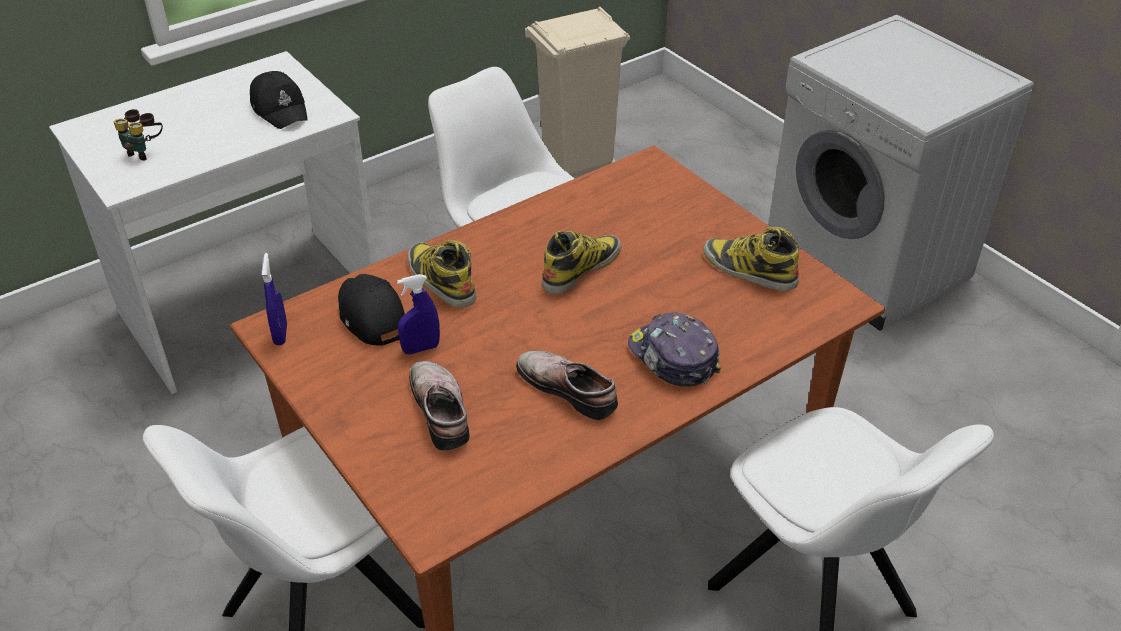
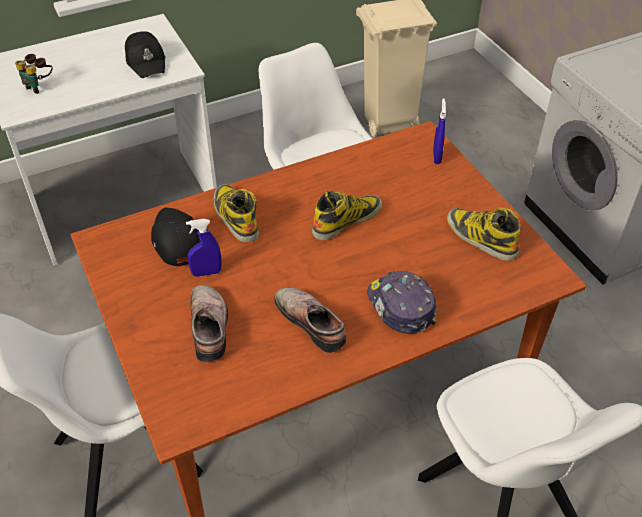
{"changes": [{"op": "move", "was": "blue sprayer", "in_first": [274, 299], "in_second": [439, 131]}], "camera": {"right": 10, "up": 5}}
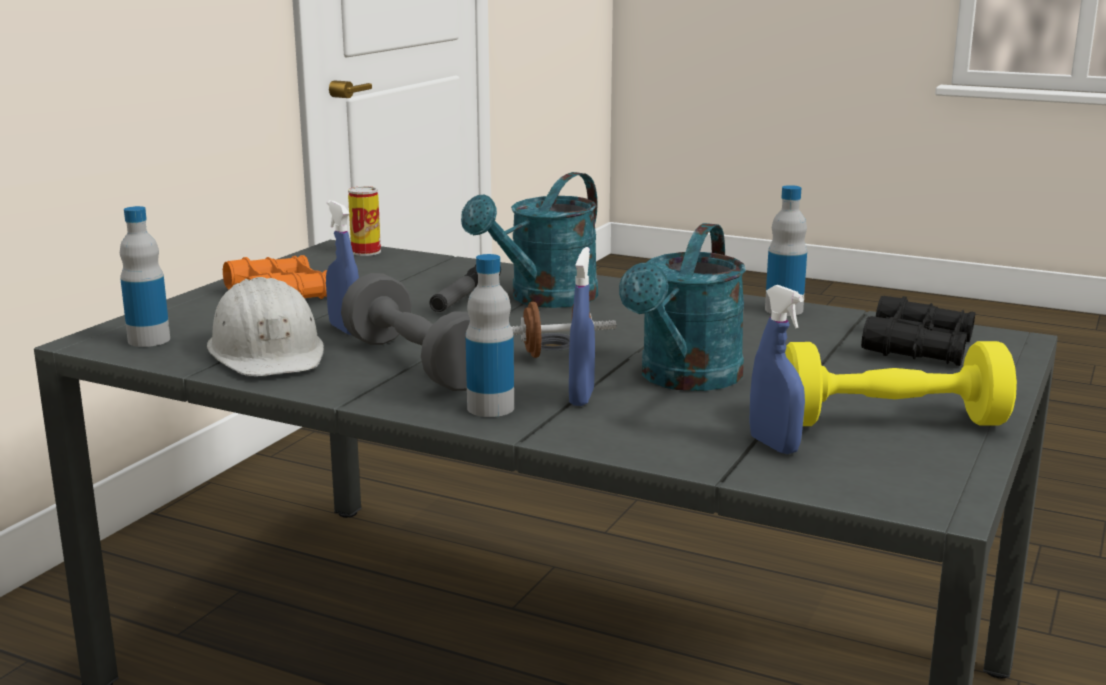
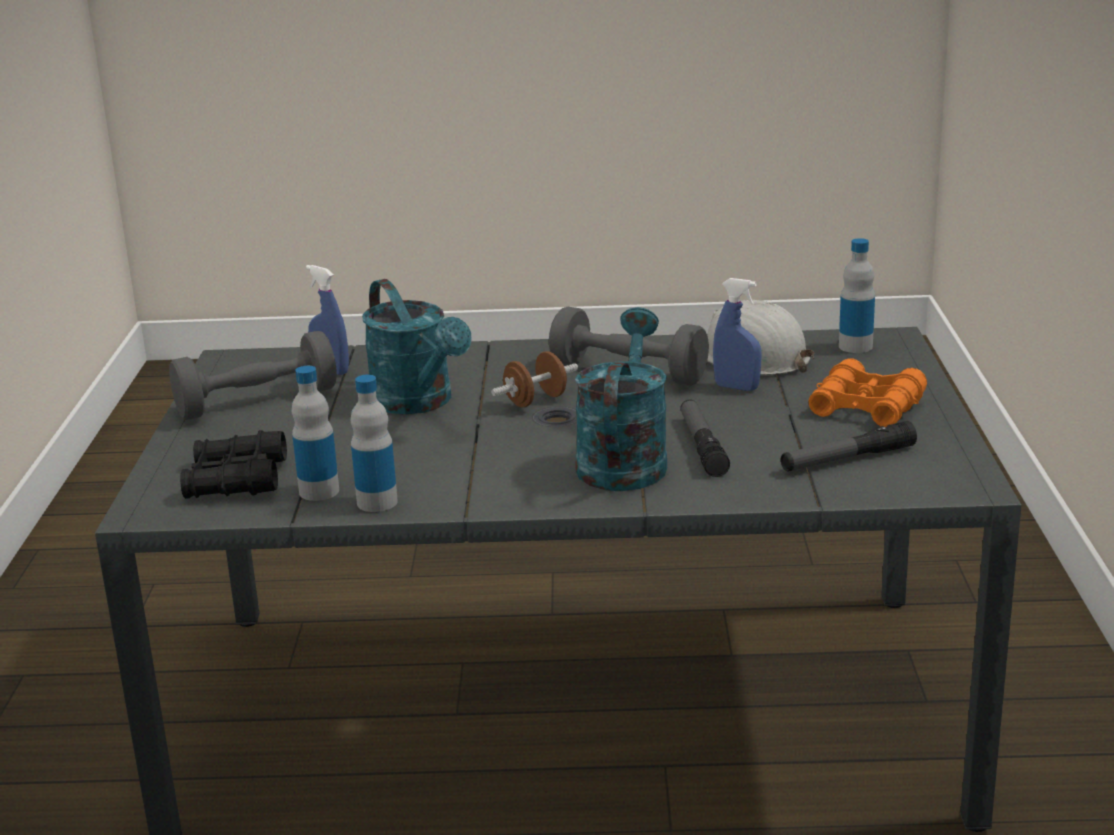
{"changes": [{"op": "delete", "was": "sealed can", "in_first": [364, 221]}, {"op": "delete", "was": "blue sprayer", "in_first": [582, 326]}, {"op": "insert", "now": "flashlight", "in_second": [849, 446]}, {"op": "move", "was": "beverage bottle", "in_first": [490, 335], "in_second": [315, 433]}, {"op": "recolor", "was": "yellow hand weight", "now": "gray hand weight", "in_first": [901, 383], "in_second": [253, 375]}, {"op": "rotate", "was": "blue-green watering can", "in_first": [682, 307], "in_second": [417, 346], "clockwise": 150}], "camera": {"right": 155, "up": 5}}
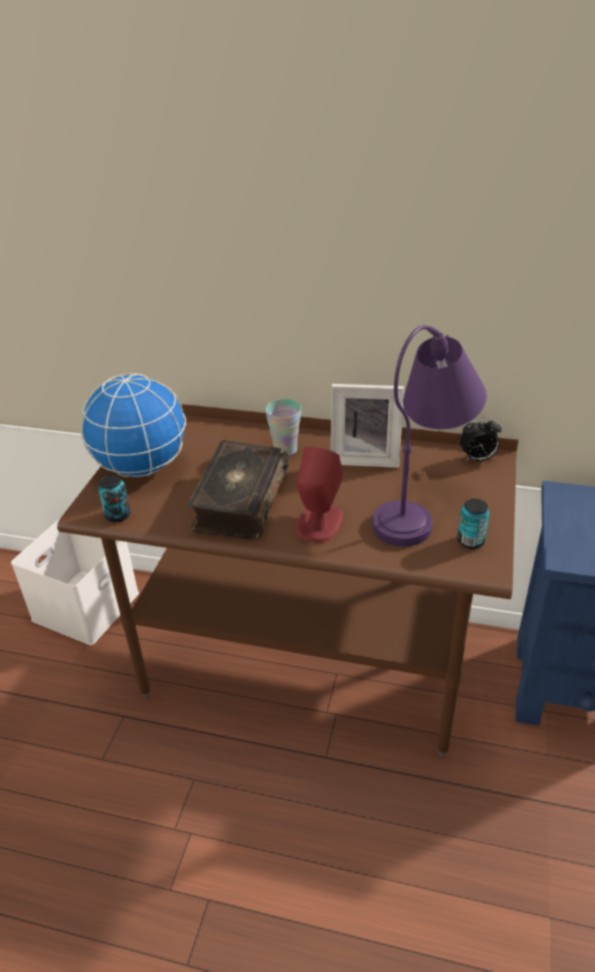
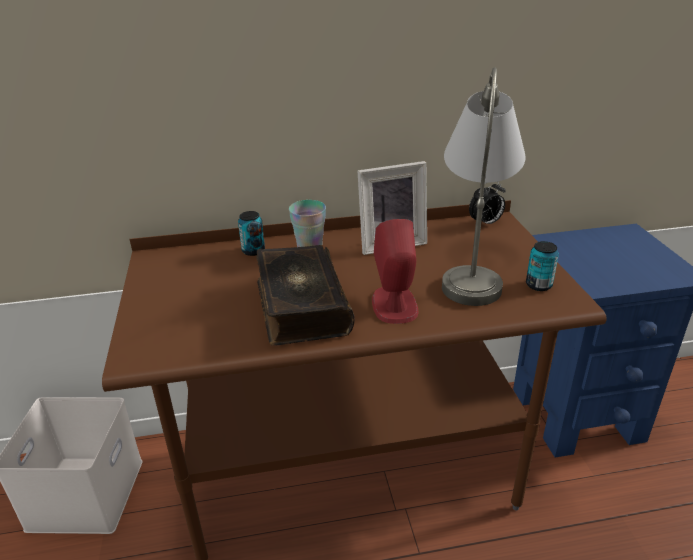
{"changes": [{"op": "delete", "was": "desk globe", "in_first": [133, 425]}, {"op": "move", "was": "sealed can", "in_first": [114, 498], "in_second": [251, 233]}, {"op": "recolor", "was": "purple-coloured tabletop lamp", "now": "gray tabletop lamp", "in_first": [429, 436], "in_second": [484, 187]}], "camera": {"right": -25, "up": -5}}
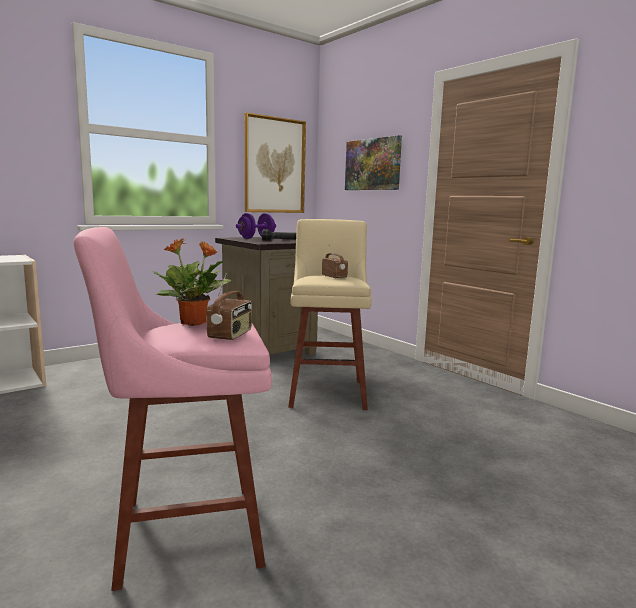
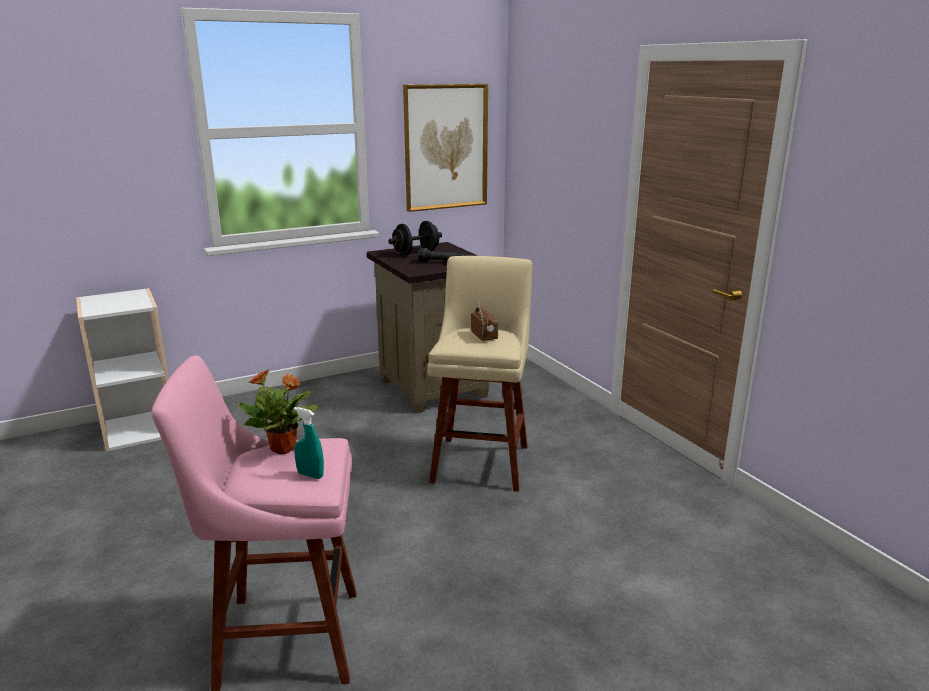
{"changes": [{"op": "delete", "was": "wall art", "in_first": [373, 162]}, {"op": "replace", "was": "radio", "now": "blue-green sprayer", "in_first": [229, 307], "in_second": [309, 443]}, {"op": "recolor", "was": "purple-coloured hand weight", "now": "blackish hand weight", "in_first": [256, 226], "in_second": [415, 238]}], "camera": {"right": 10, "up": 10}}
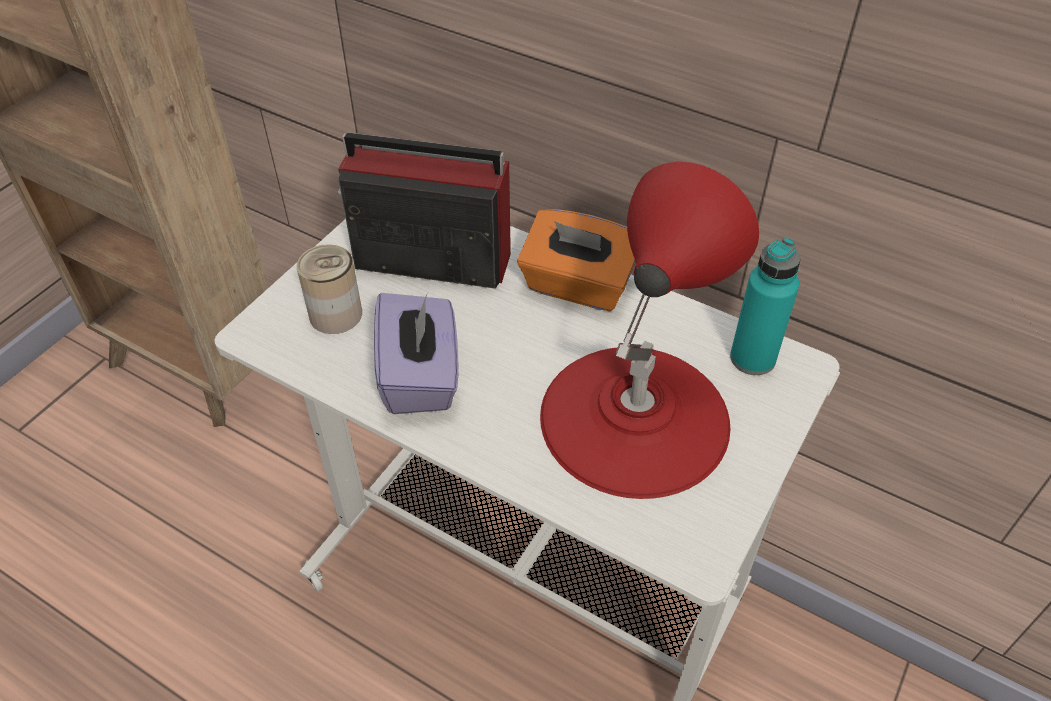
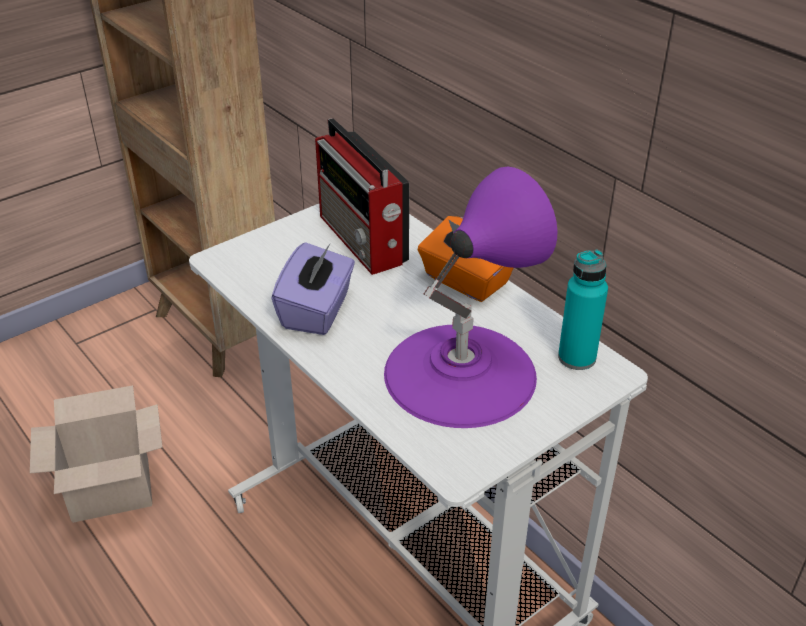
{"changes": [{"op": "delete", "was": "sealed can", "in_first": [329, 289]}, {"op": "insert", "now": "packing box", "in_second": [96, 454]}, {"op": "recolor", "was": "red-coloured tabletop lamp", "now": "purple-coloured tabletop lamp", "in_first": [649, 330], "in_second": [471, 297]}, {"op": "rotate", "was": "radio", "in_first": [424, 211], "in_second": [362, 196], "clockwise": -150}], "camera": {"right": 20, "up": -10}}
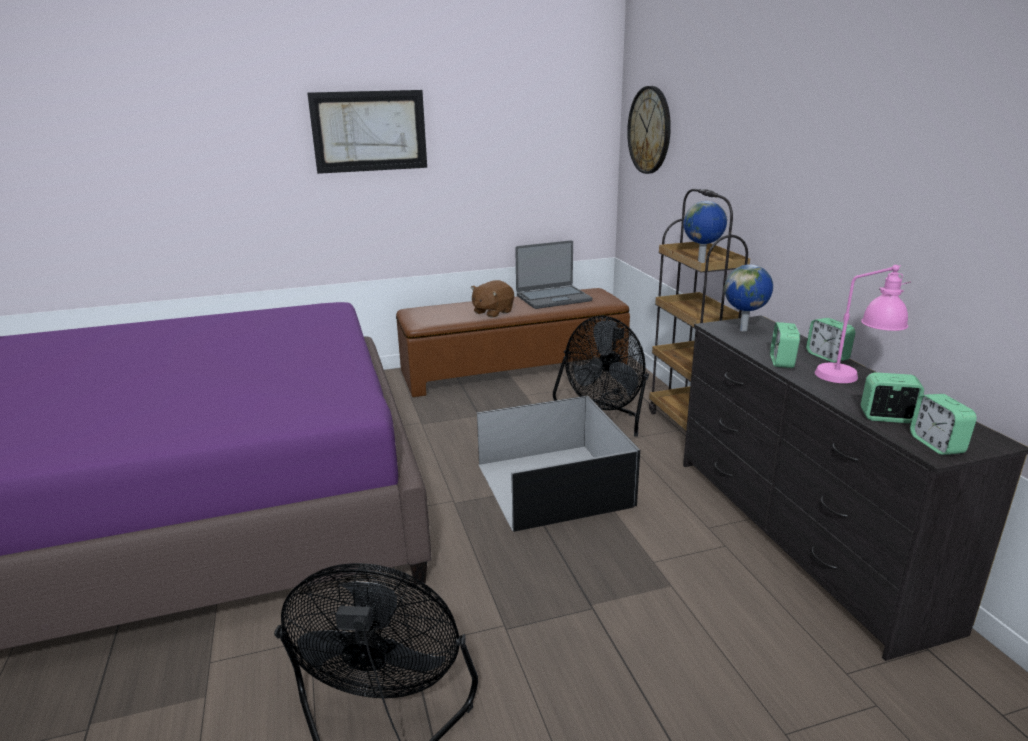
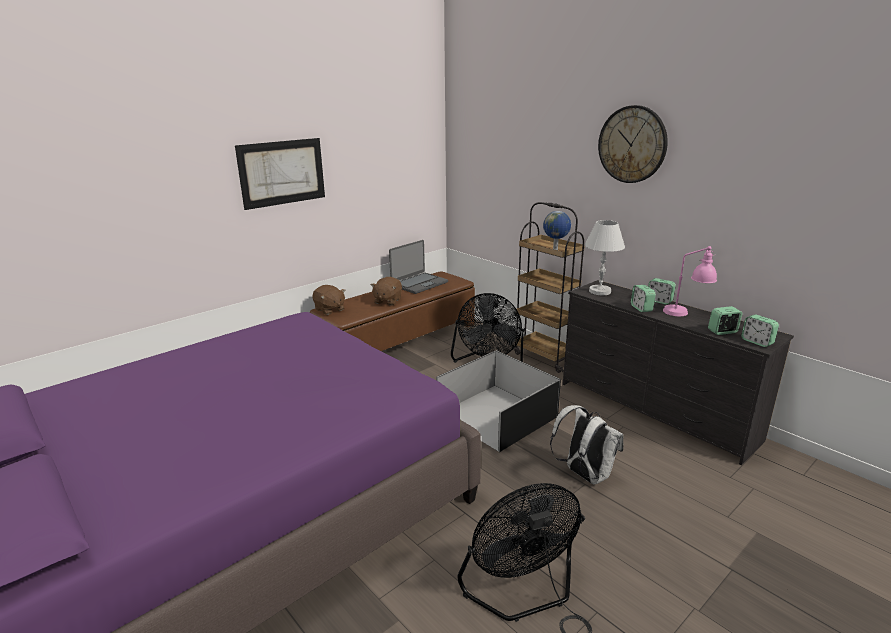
{"changes": [{"op": "insert", "now": "brown-coloured soft toy", "in_second": [328, 300]}, {"op": "insert", "now": "white-coloured backpack", "in_second": [587, 445]}, {"op": "move", "was": "clock on the wall", "in_first": [649, 130], "in_second": [633, 144]}, {"op": "replace", "was": "desk globe", "now": "white-coloured tabletop lamp", "in_first": [748, 297], "in_second": [605, 257]}], "camera": {"right": -25, "up": 0}}
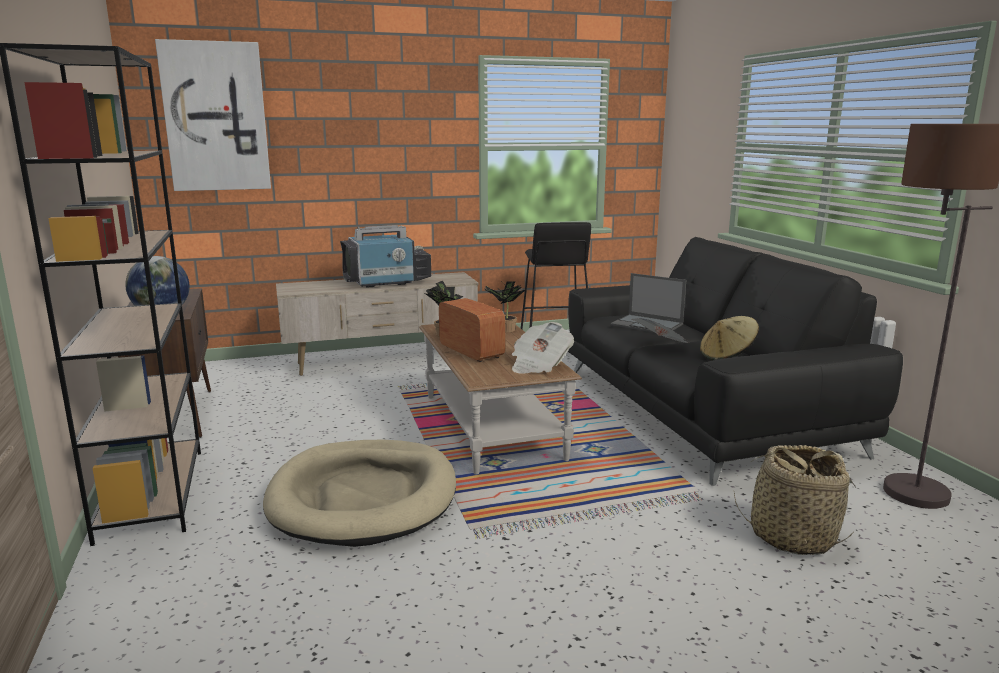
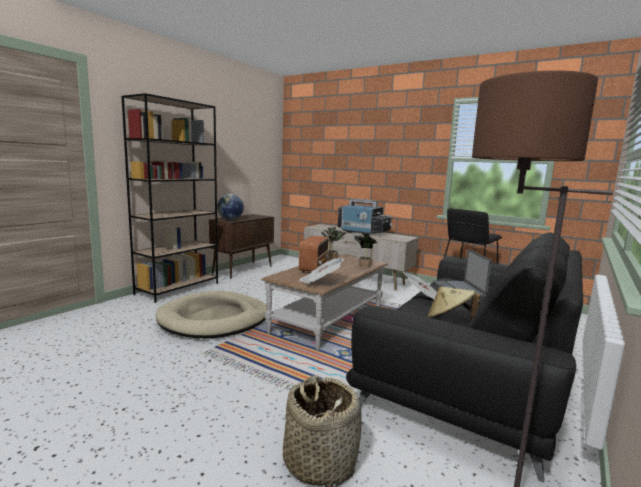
{"changes": [{"op": "delete", "was": "wall art", "in_first": [213, 115]}], "camera": {"right": 50, "up": -5}}
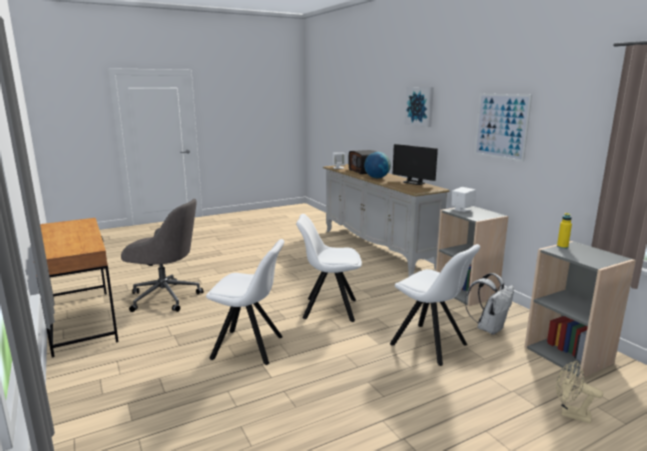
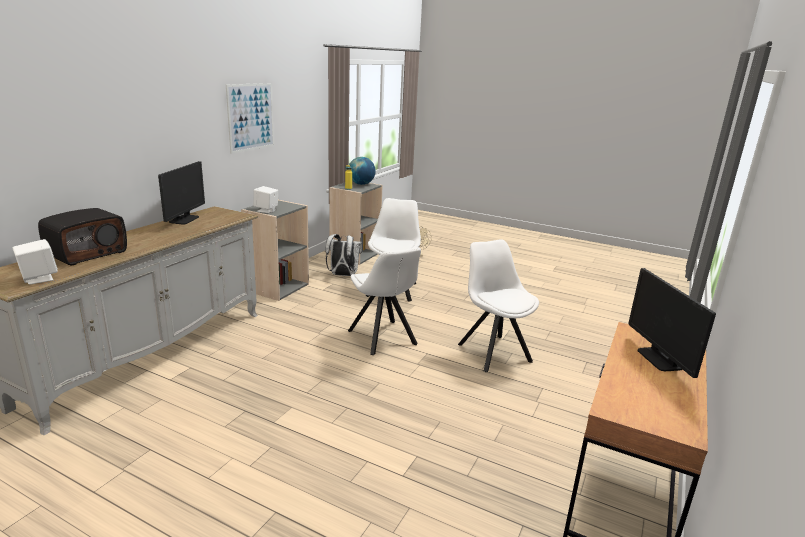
{"changes": [{"op": "delete", "was": "gray office chair", "in_first": [162, 255]}, {"op": "delete", "was": "wall art", "in_first": [419, 107]}, {"op": "insert", "now": "monitor", "in_second": [672, 323]}, {"op": "move", "was": "desk globe", "in_first": [377, 165], "in_second": [362, 171]}], "camera": {"right": -125, "up": 5}}
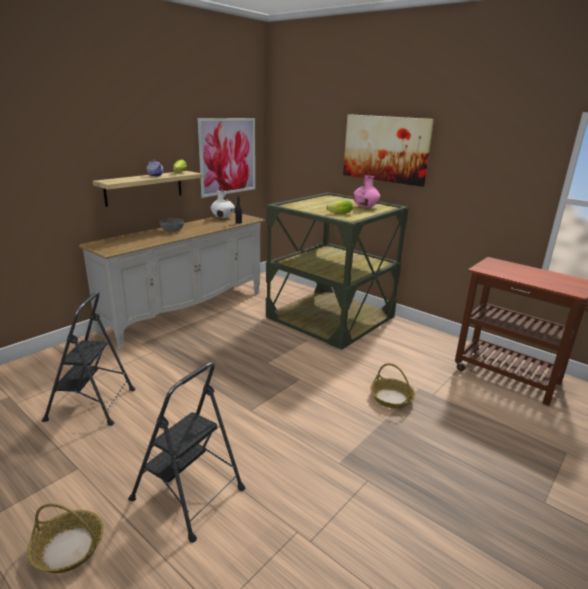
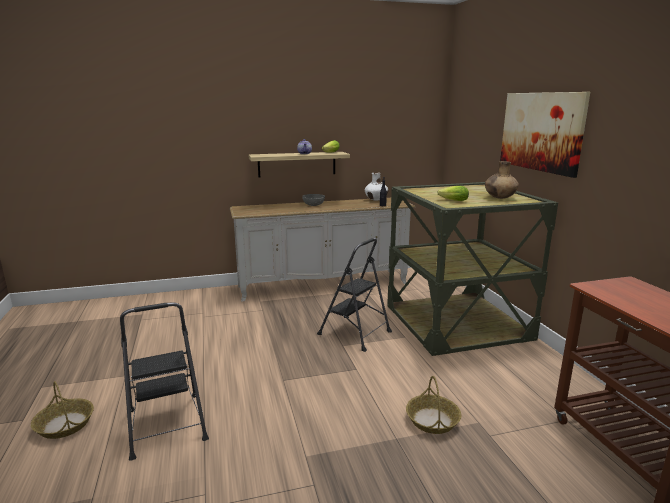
{"changes": [{"op": "delete", "was": "wall art", "in_first": [226, 158]}, {"op": "move", "was": "blackish step ladder", "in_first": [89, 358], "in_second": [354, 295]}, {"op": "recolor", "was": "pink decorative vase", "now": "brown-coloured decorative vase", "in_first": [366, 191], "in_second": [502, 180]}], "camera": {"right": 35, "up": -5}}
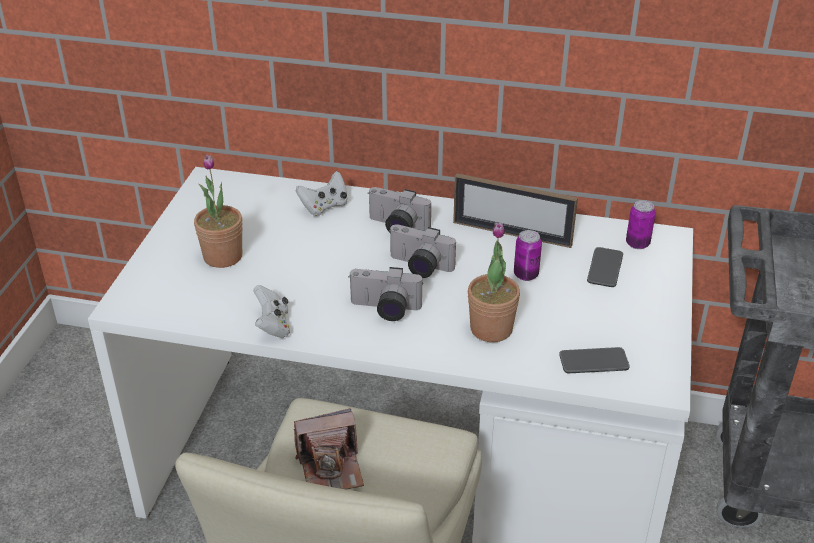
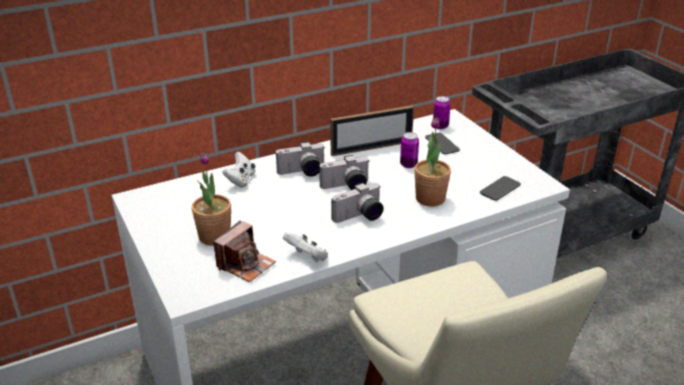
{"changes": [{"op": "move", "was": "still camera", "in_first": [329, 449], "in_second": [244, 251]}], "camera": {"right": -40, "up": -5}}
